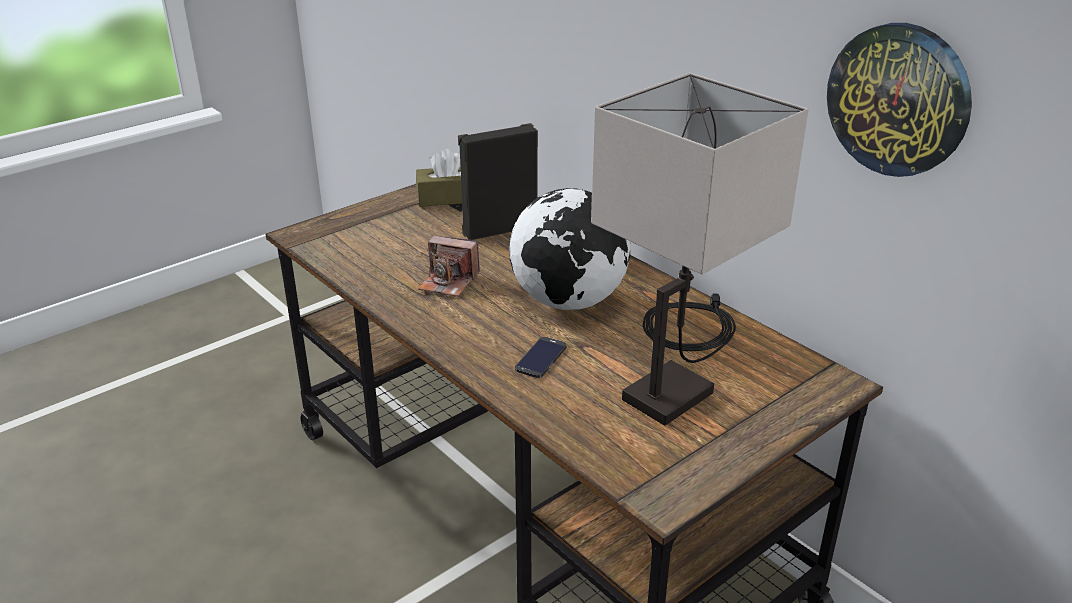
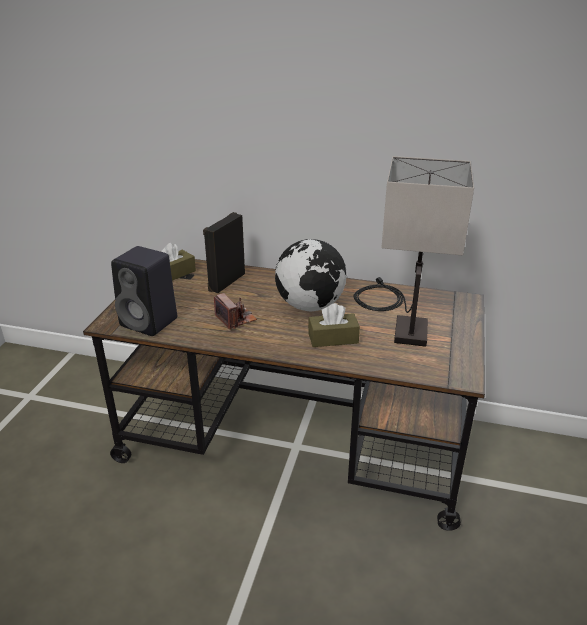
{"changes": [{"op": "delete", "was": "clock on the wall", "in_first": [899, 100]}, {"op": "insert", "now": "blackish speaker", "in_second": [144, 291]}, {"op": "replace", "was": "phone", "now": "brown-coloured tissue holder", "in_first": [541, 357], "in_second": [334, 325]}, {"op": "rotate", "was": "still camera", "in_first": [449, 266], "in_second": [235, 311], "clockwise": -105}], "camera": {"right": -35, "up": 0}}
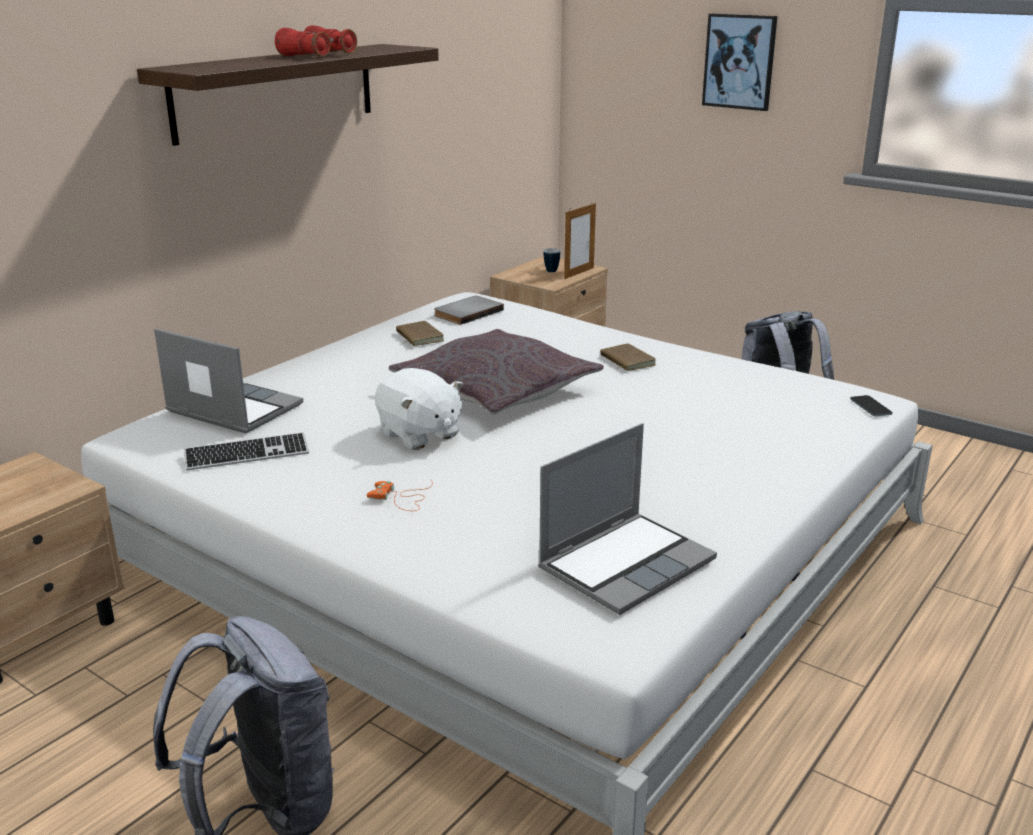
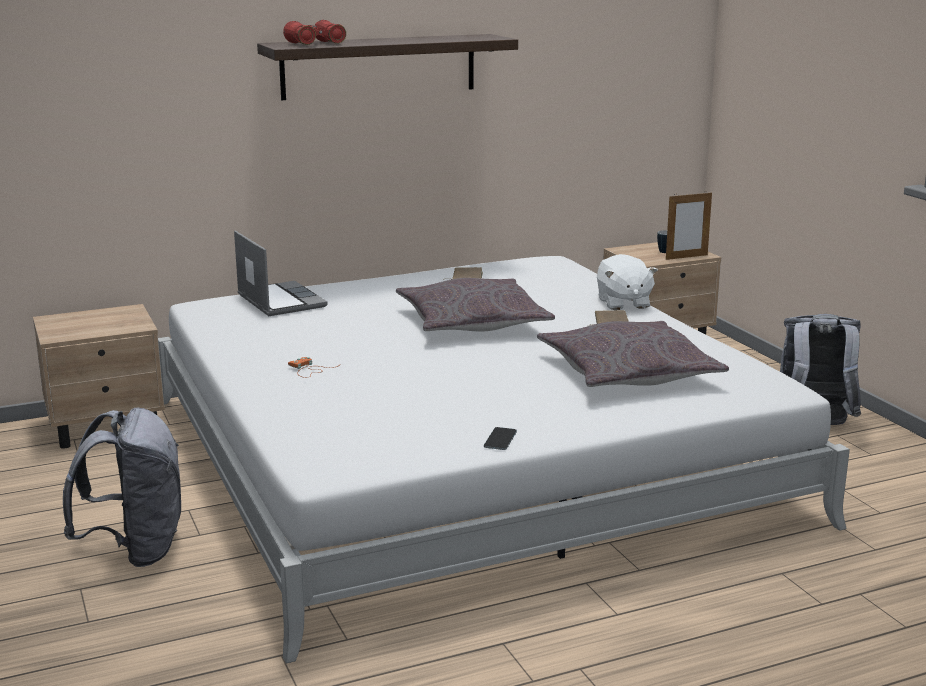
{"changes": [{"op": "delete", "was": "keyboard", "in_first": [246, 451]}, {"op": "delete", "was": "gray book", "in_first": [469, 310]}, {"op": "delete", "was": "notebook computer", "in_first": [627, 519]}, {"op": "delete", "was": "wall art", "in_first": [739, 62]}, {"op": "insert", "now": "gray pillow", "in_second": [633, 354]}, {"op": "move", "was": "red-coloured binoculars", "in_first": [316, 41], "in_second": [314, 32]}, {"op": "move", "was": "white-coloured soft toy", "in_first": [419, 409], "in_second": [627, 282]}, {"op": "move", "was": "phone", "in_first": [871, 406], "in_second": [500, 438]}], "camera": {"right": 30, "up": -5}}
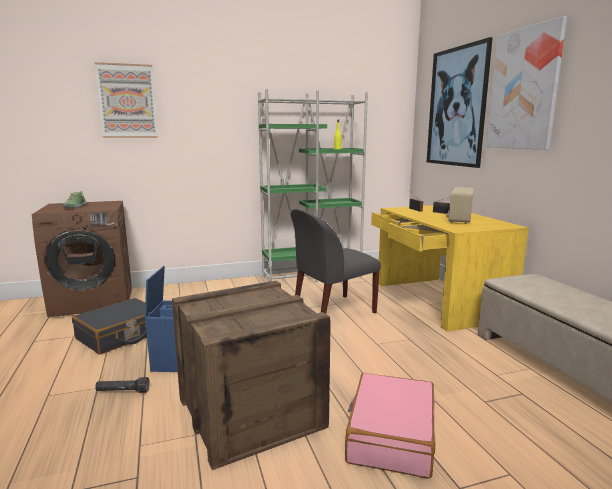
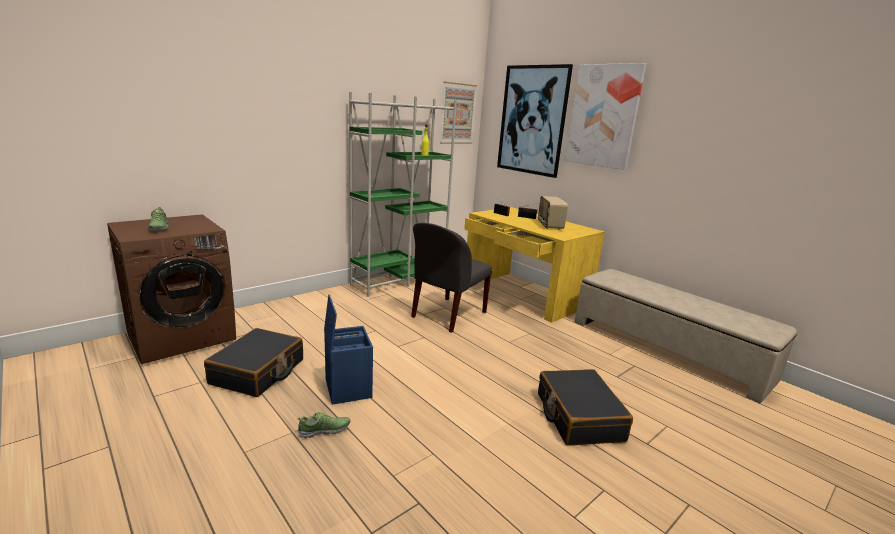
{"changes": [{"op": "delete", "was": "crate", "in_first": [251, 375]}, {"op": "move", "was": "wall art", "in_first": [126, 100], "in_second": [458, 113]}, {"op": "replace", "was": "blackish flashlight", "now": "low shoe", "in_first": [122, 385], "in_second": [324, 425]}, {"op": "recolor", "was": "pink suitcase", "now": "blackish suitcase", "in_first": [390, 426], "in_second": [585, 407]}], "camera": {"right": -25, "up": 5}}
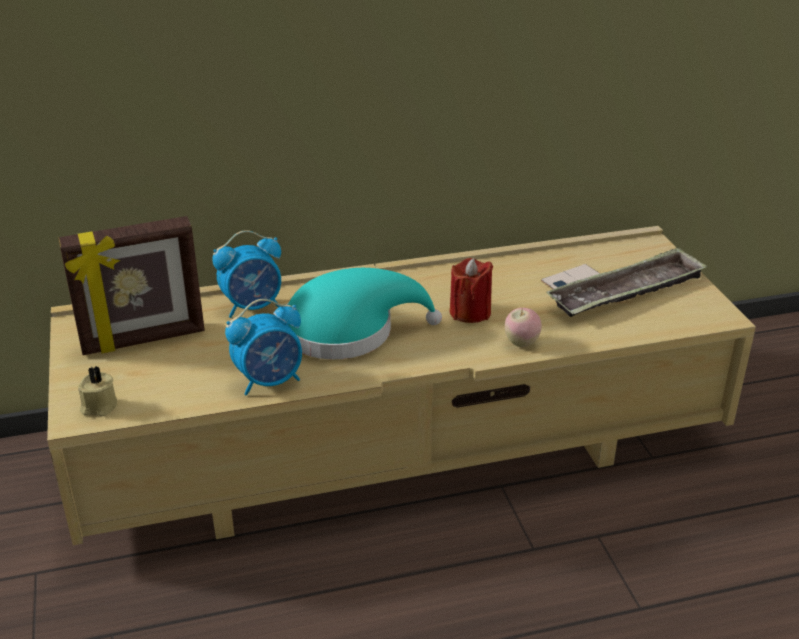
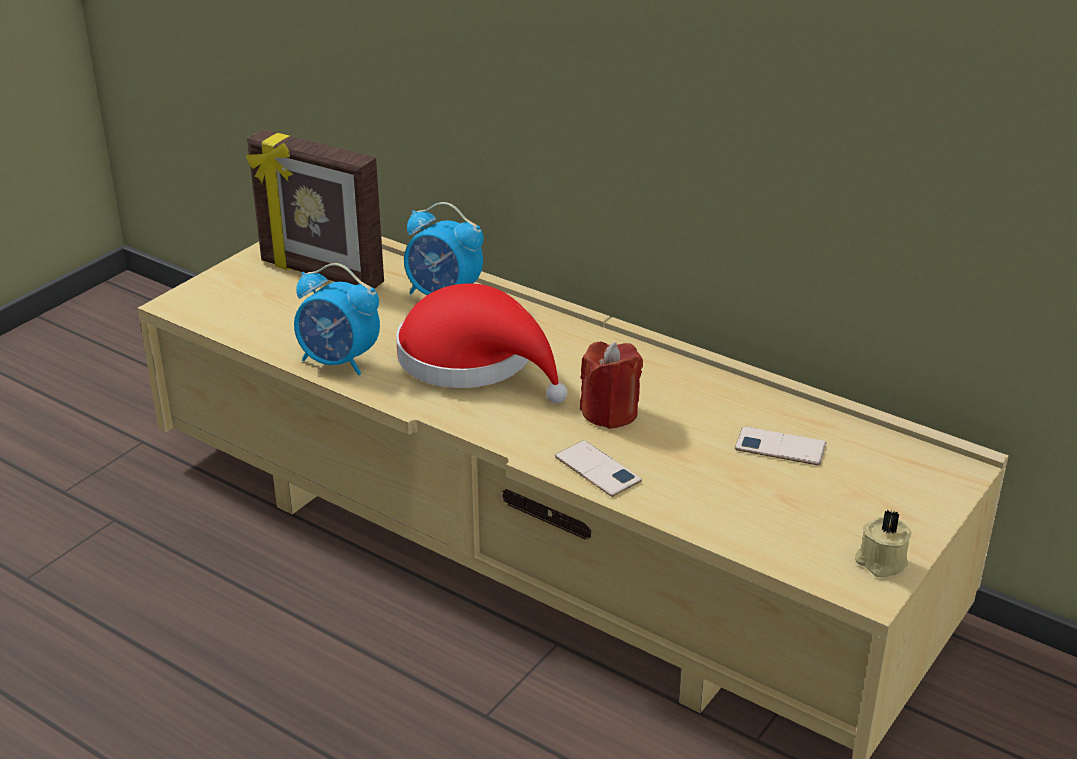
{"changes": [{"op": "delete", "was": "serving tray", "in_first": [626, 282]}, {"op": "move", "was": "beige-coloured wax light", "in_first": [97, 391], "in_second": [883, 543]}, {"op": "replace", "was": "whole apple", "now": "phone", "in_first": [523, 327], "in_second": [598, 468]}, {"op": "recolor", "was": "blue-green clothing hat", "now": "red-coloured clothing hat", "in_first": [364, 313], "in_second": [481, 343]}], "camera": {"right": 50, "up": 0}}
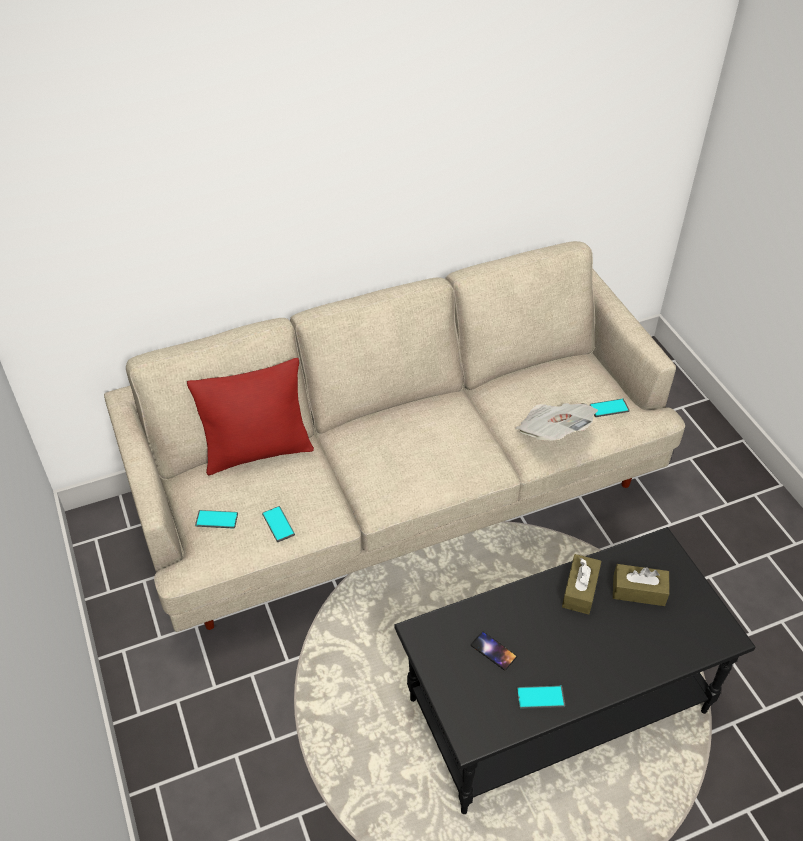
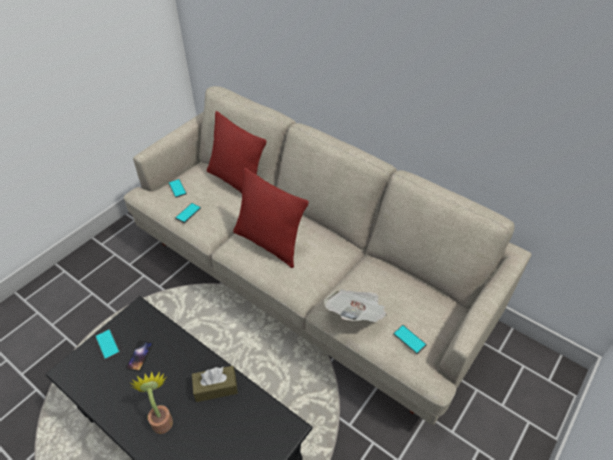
{"changes": [{"op": "delete", "was": "brown-coloured tissue holder", "in_first": [641, 585]}, {"op": "insert", "now": "potted plant", "in_second": [152, 402]}, {"op": "insert", "now": "red-coloured pillow", "in_second": [271, 217]}, {"op": "move", "was": "phone", "in_first": [541, 697], "in_second": [107, 344]}], "camera": {"right": 60, "up": 0}}
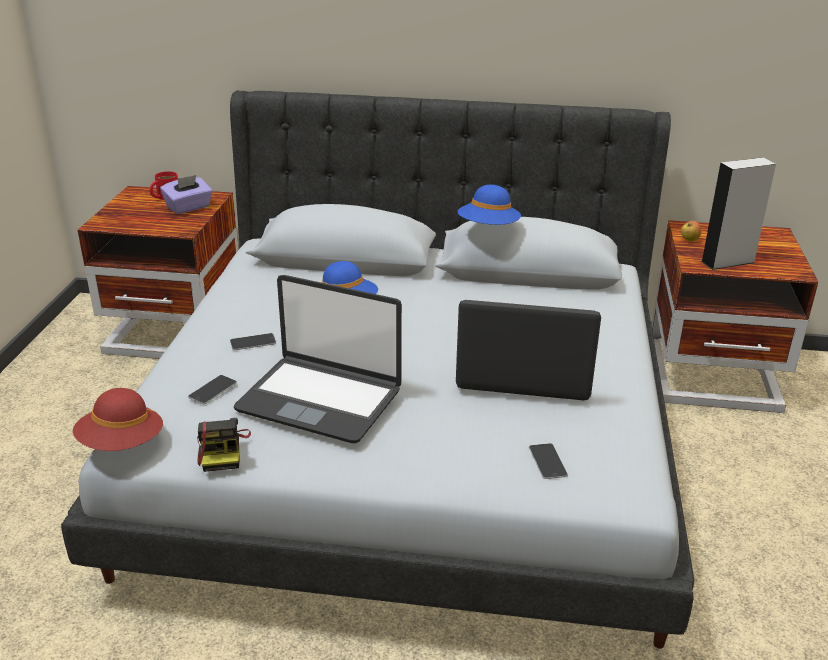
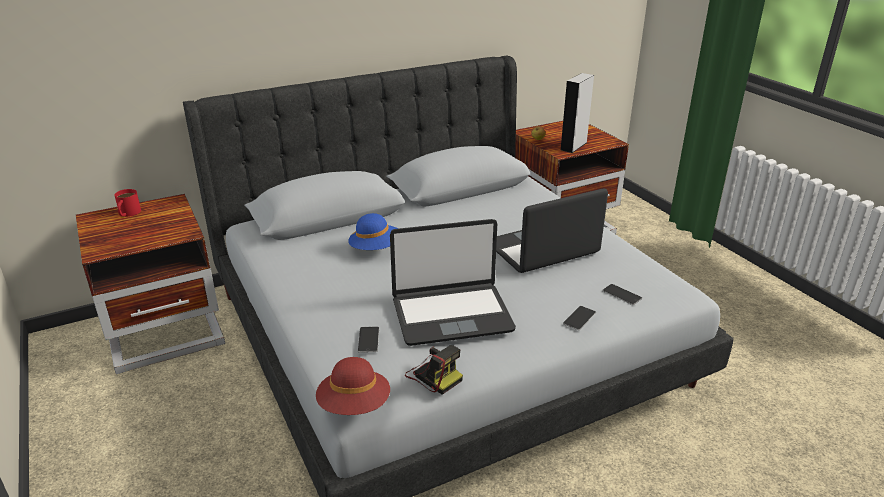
{"changes": [{"op": "delete", "was": "purple-coloured tissue holder", "in_first": [186, 194]}, {"op": "delete", "was": "blue clothing hat", "in_first": [489, 205]}, {"op": "move", "was": "phone", "in_first": [253, 341], "in_second": [579, 318]}], "camera": {"right": -35, "up": 0}}
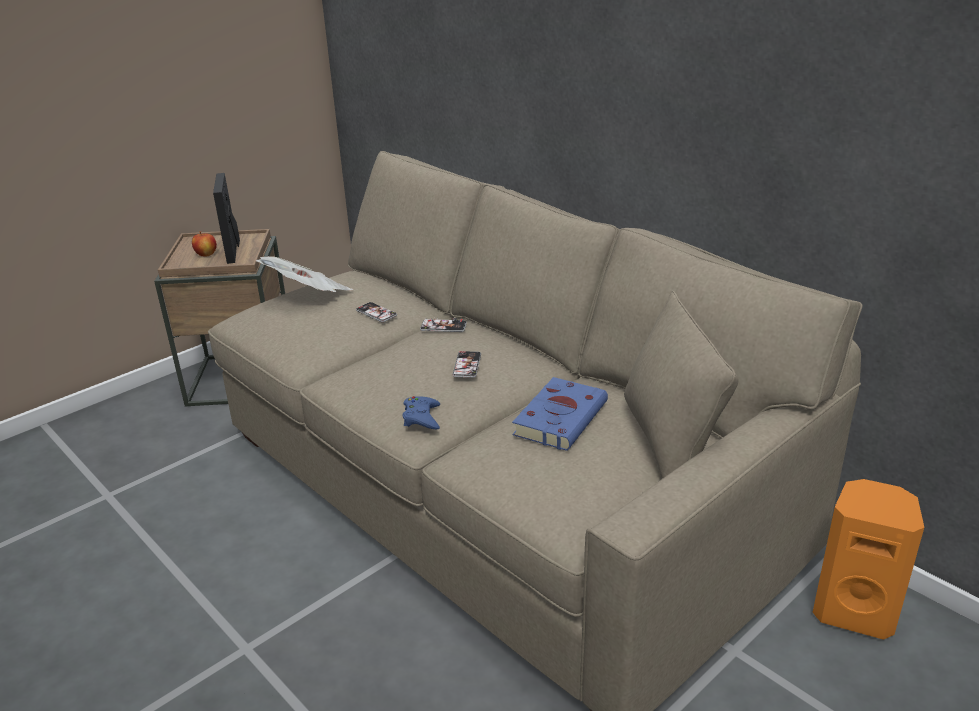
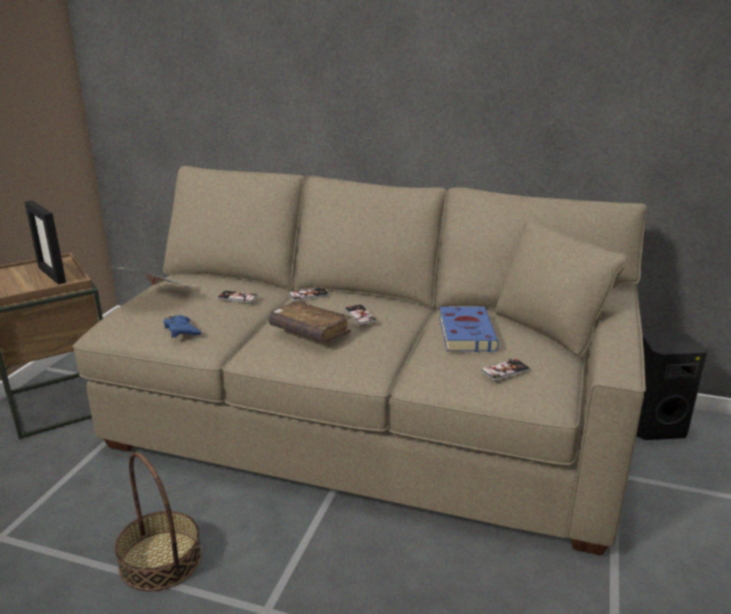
{"changes": [{"op": "delete", "was": "whole apple", "in_first": [204, 244]}, {"op": "insert", "now": "storage basket", "in_second": [158, 521]}, {"op": "insert", "now": "brown-coloured book", "in_second": [310, 321]}, {"op": "insert", "now": "phone", "in_second": [505, 369]}, {"op": "move", "was": "blue gamepad", "in_first": [421, 413], "in_second": [182, 326]}, {"op": "recolor", "was": "orangey speaker", "now": "blackish speaker", "in_first": [868, 559], "in_second": [672, 385]}], "camera": {"right": -30, "up": -5}}
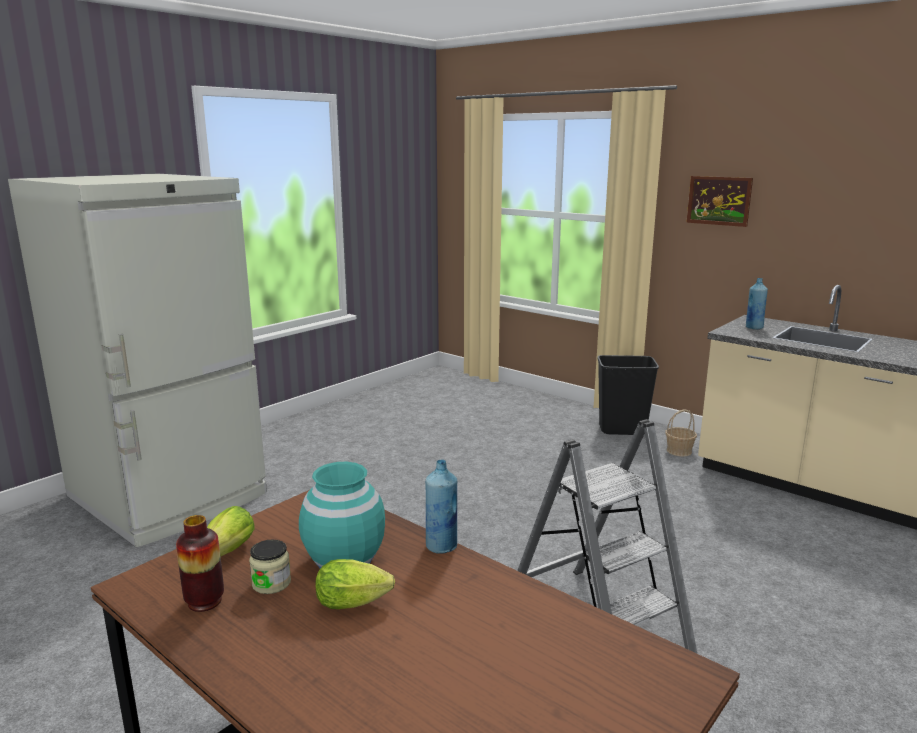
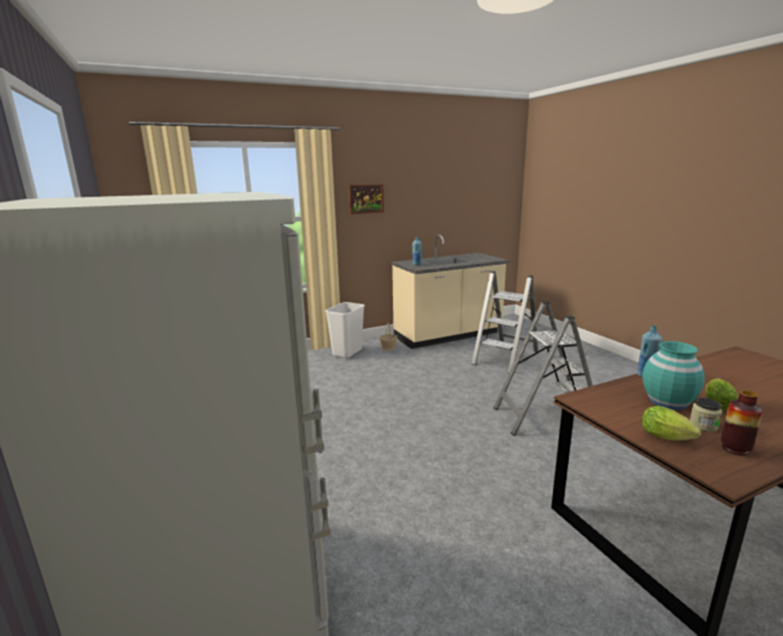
{"changes": [{"op": "insert", "now": "gray step ladder", "in_second": [504, 322]}, {"op": "recolor", "was": "blackish rubbish bin", "now": "white-coloured rubbish bin", "in_first": [628, 395], "in_second": [345, 330]}], "camera": {"right": -65, "up": 0}}
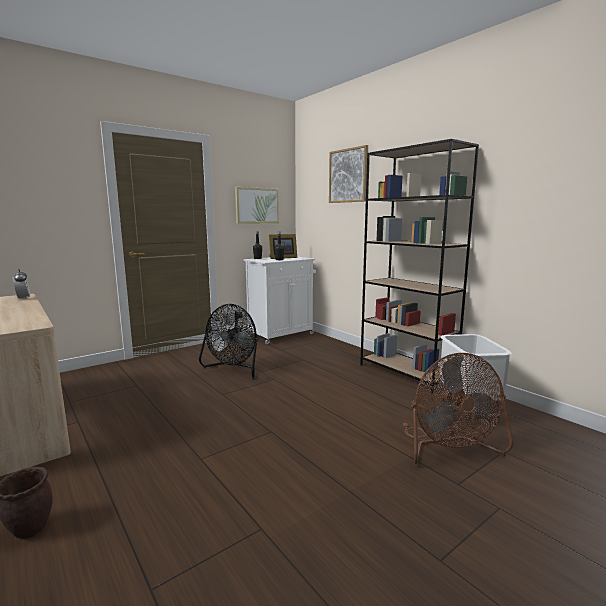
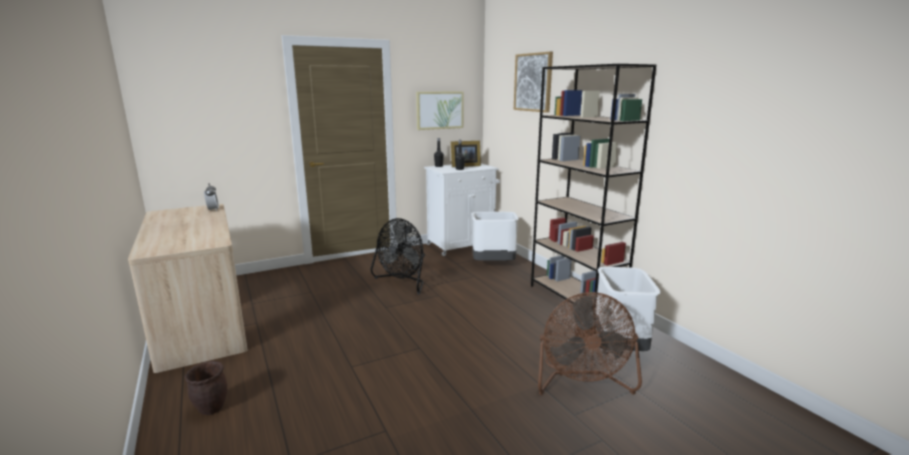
{"changes": [{"op": "insert", "now": "white-coloured rubbish bin", "in_second": [495, 236]}], "camera": {"right": 10, "up": 5}}
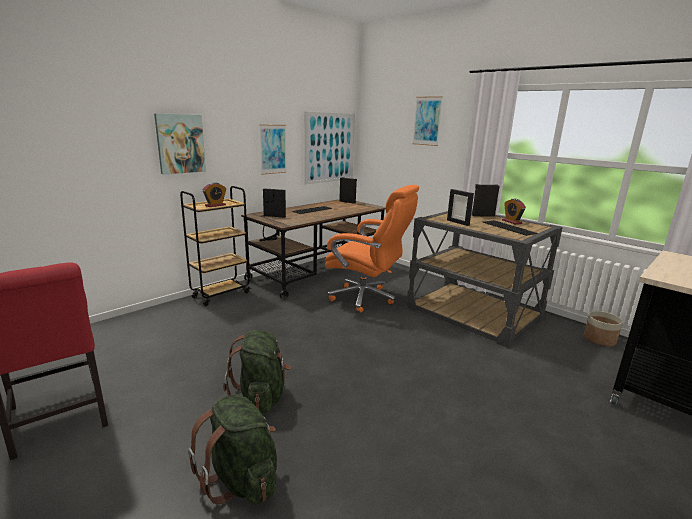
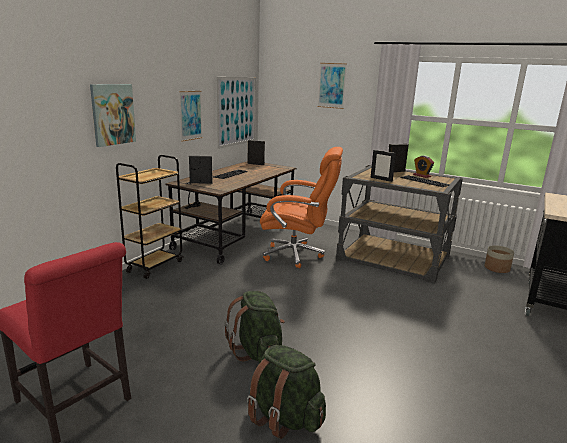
{"changes": [{"op": "delete", "was": "alarm clock", "in_first": [214, 194]}], "camera": {"right": -15, "up": 0}}
